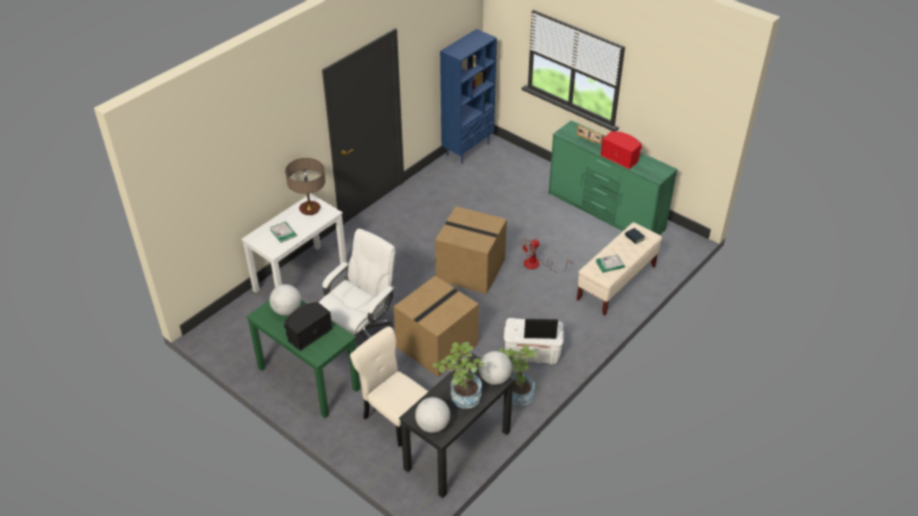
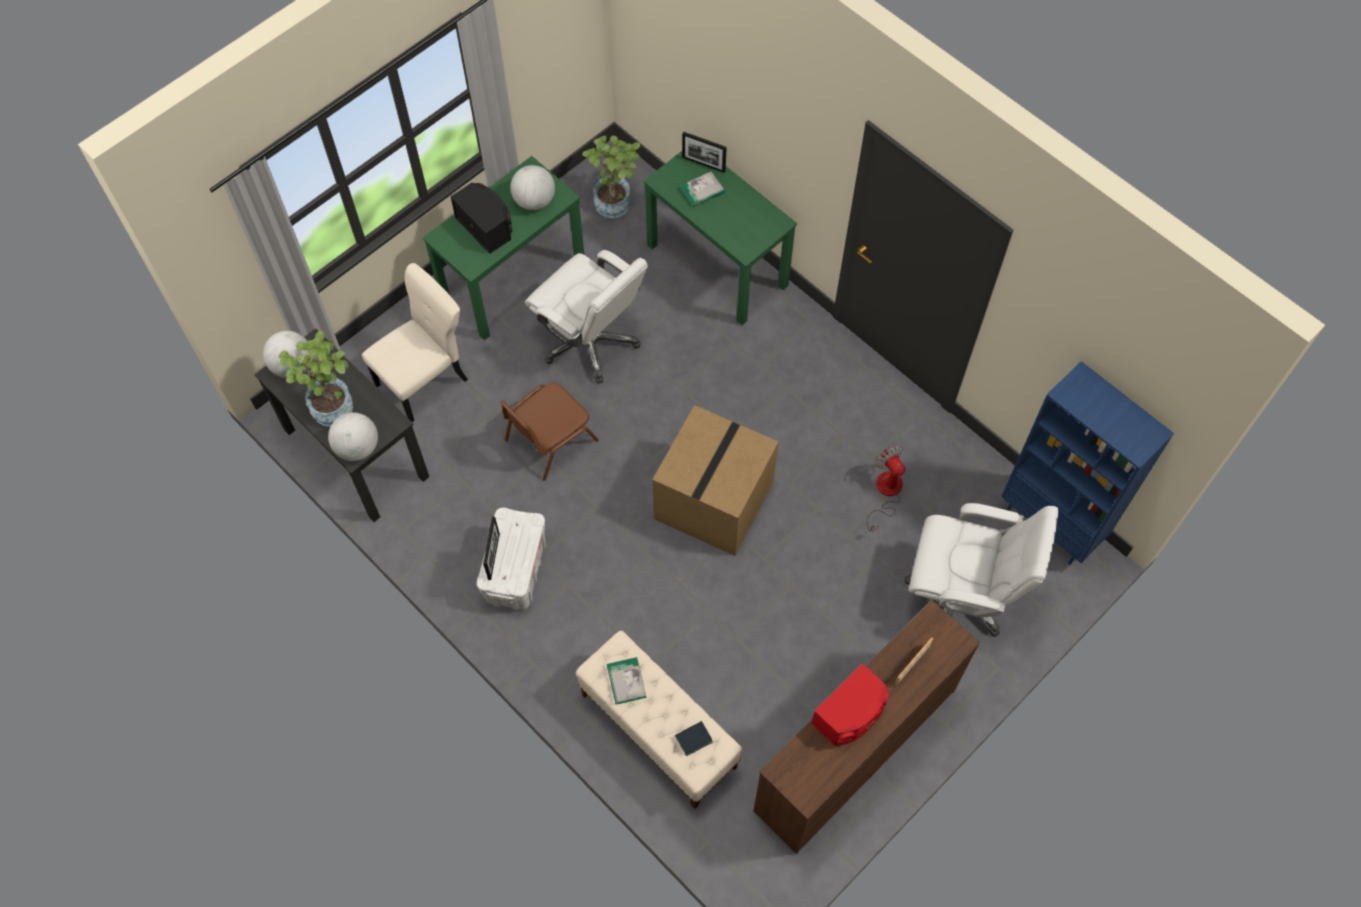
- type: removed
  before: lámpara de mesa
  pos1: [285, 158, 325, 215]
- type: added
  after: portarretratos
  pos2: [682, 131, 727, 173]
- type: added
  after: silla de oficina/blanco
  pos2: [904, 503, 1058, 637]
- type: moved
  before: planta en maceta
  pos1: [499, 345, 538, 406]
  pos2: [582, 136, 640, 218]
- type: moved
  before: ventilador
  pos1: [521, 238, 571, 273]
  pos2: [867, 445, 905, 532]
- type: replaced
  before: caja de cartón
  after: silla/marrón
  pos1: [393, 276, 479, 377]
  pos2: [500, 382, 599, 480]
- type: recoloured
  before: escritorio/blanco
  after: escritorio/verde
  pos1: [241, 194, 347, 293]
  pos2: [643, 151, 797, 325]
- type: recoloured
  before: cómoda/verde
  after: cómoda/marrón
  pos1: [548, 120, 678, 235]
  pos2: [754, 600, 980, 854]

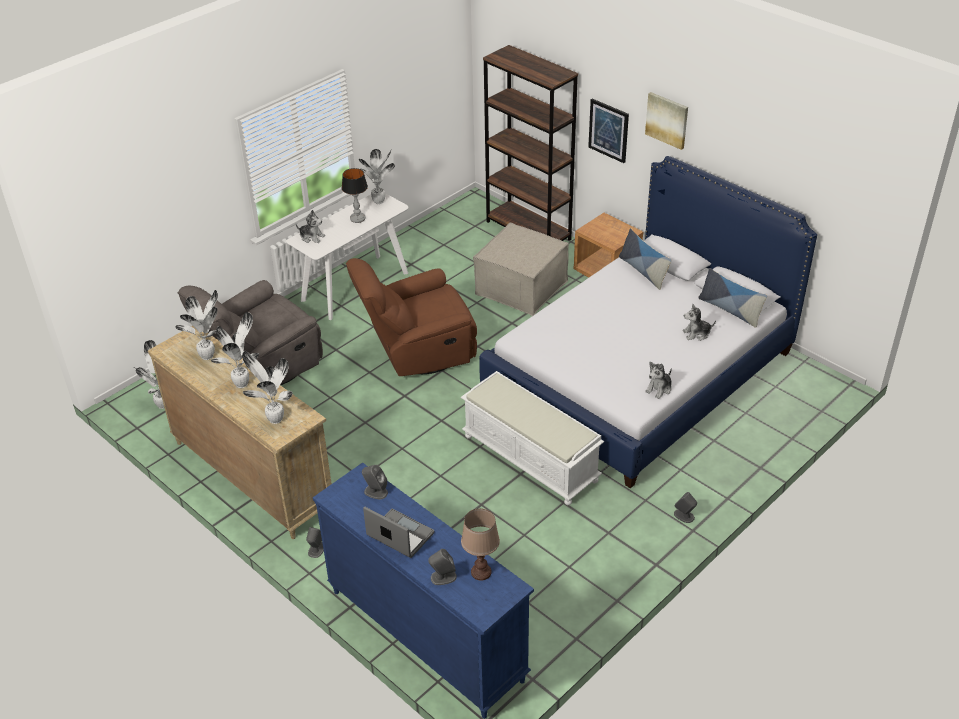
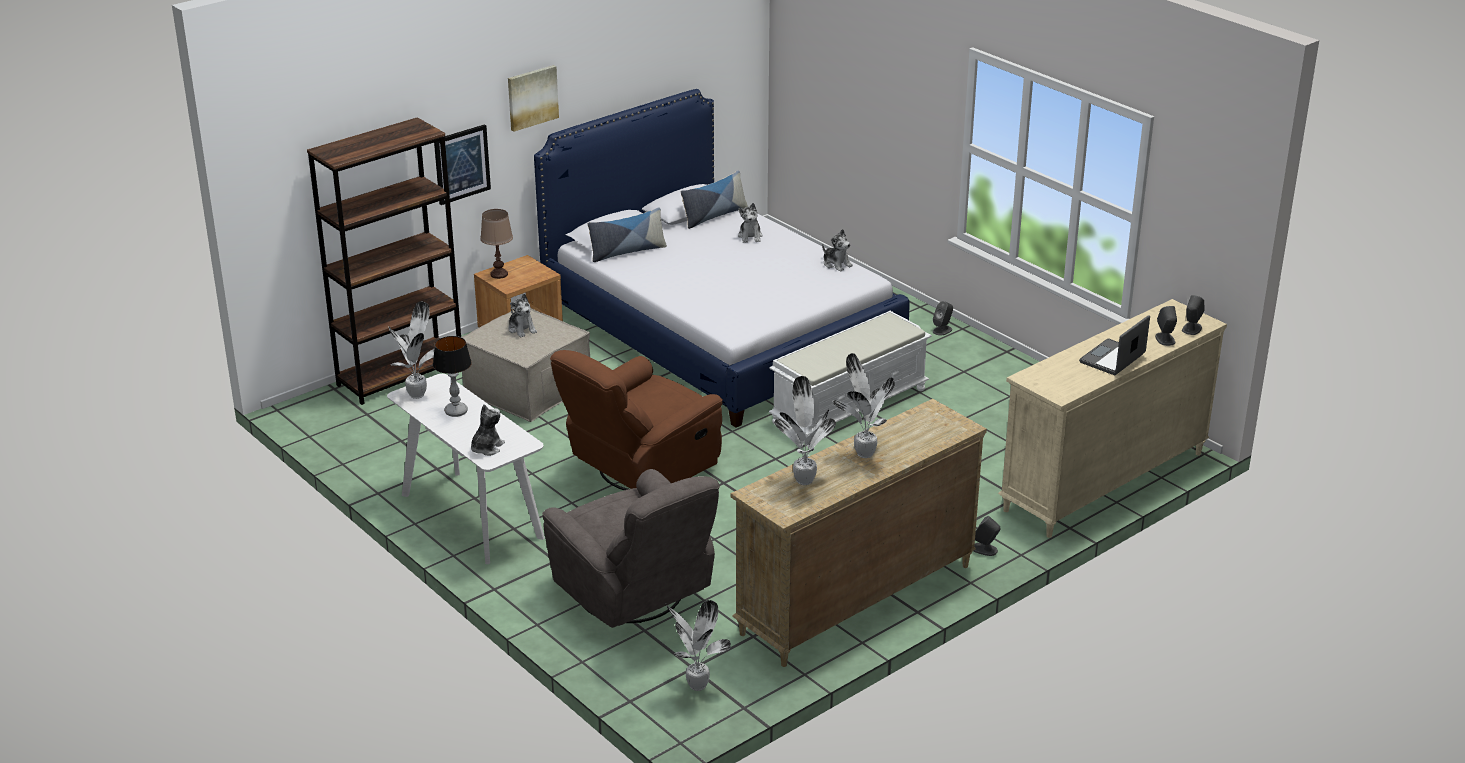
- type: removed
  before: planta en maceta
  pos1: [242, 351, 293, 424]
- type: added
  after: peluche
  pos2: [508, 294, 537, 338]
- type: moved
  before: altavoz/gris
  pos1: [362, 465, 388, 499]
  pos2: [1182, 295, 1204, 335]
- type: moved
  before: lámpara de mesa/marrón
  pos1: [461, 508, 500, 581]
  pos2: [480, 209, 513, 279]
- type: recoloured
  before: cómoda/azul
  after: cómoda/beis
  pos1: [313, 463, 534, 719]
  pos2: [998, 299, 1227, 538]
- type: turned
  before: sillón/marrón
  pos1: [346, 258, 477, 376]
  pos2: [550, 350, 723, 490]
  turn: 60

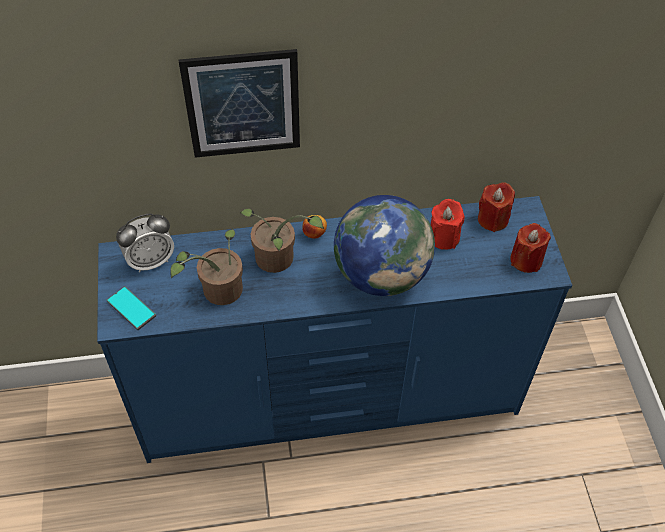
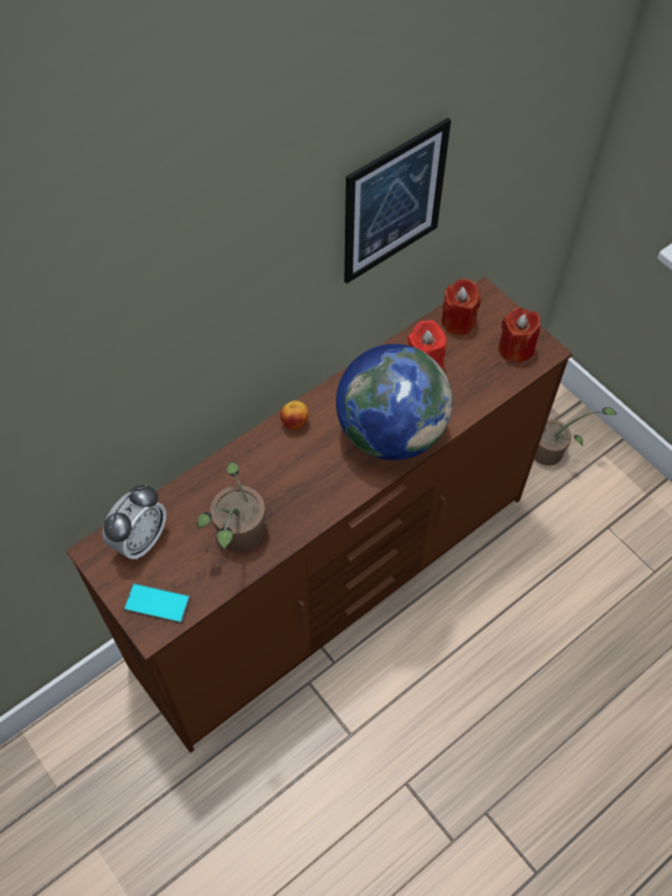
- type: moved
  before: cuadro
  pos1: [179, 49, 300, 158]
  pos2: [344, 118, 451, 284]
- type: moved
  before: planta en maceta
  pos1: [240, 208, 324, 273]
  pos2: [534, 407, 617, 466]
- type: recoloured
  before: cómoda/azul
  after: cómoda/marrón
  pos1: [97, 196, 572, 463]
  pos2: [66, 276, 573, 753]

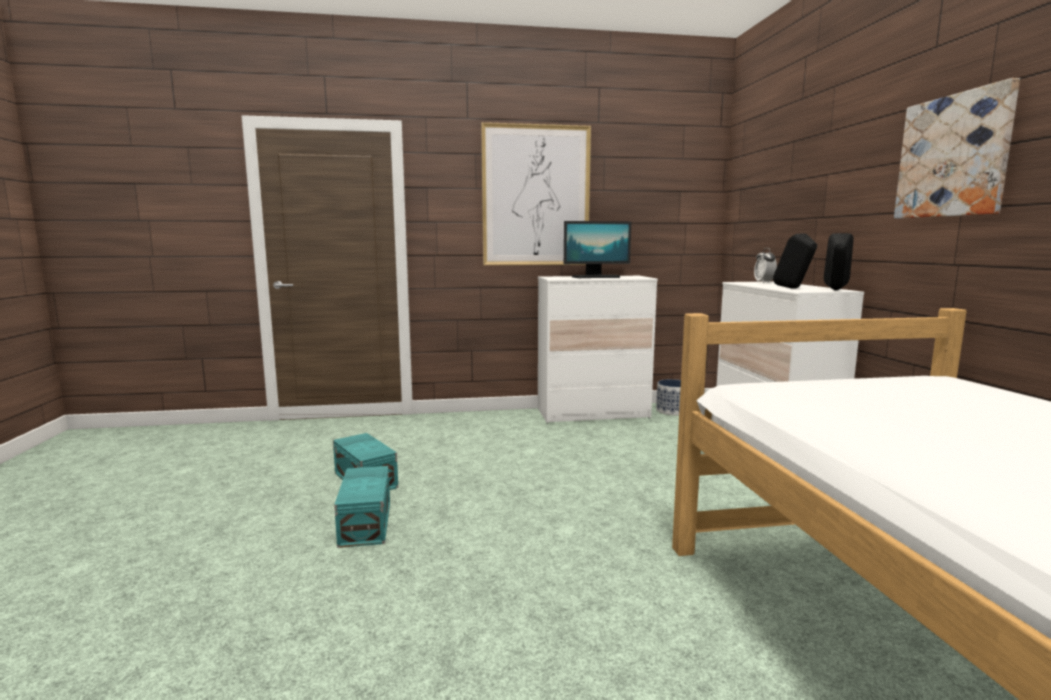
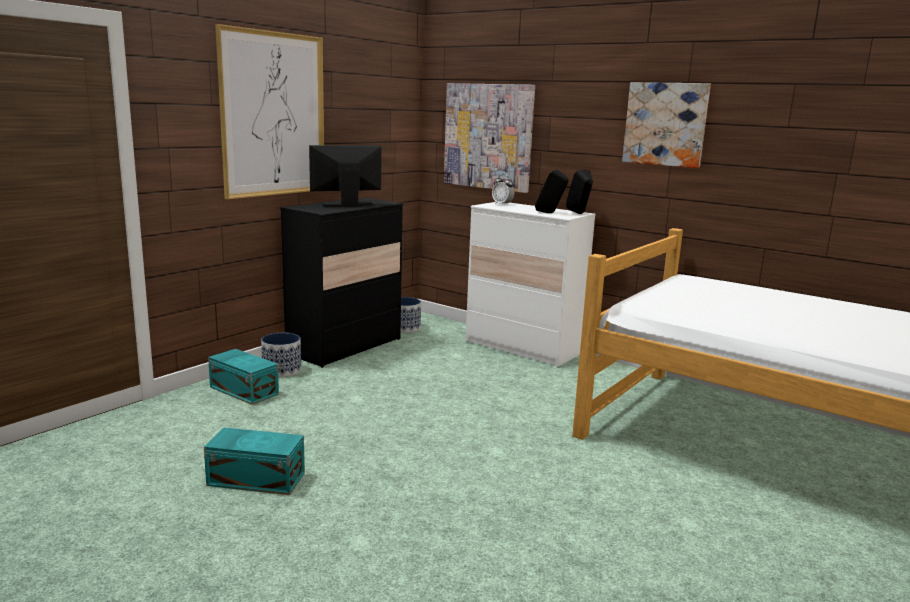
- type: added
  after: maceta
  pos2: [261, 333, 301, 377]
- type: added
  after: cuadro
  pos2: [444, 83, 535, 193]
- type: moved
  before: caja de almacenaje/turquesa
  pos1: [334, 466, 390, 548]
  pos2: [208, 349, 279, 405]
- type: recoloured
  before: cómoda/blanco
  after: cómoda/negro
  pos1: [538, 276, 658, 424]
  pos2: [280, 198, 403, 368]
- type: turned
  before: monitor
  pos1: [564, 221, 631, 278]
  pos2: [309, 145, 381, 207]
  turn: -150

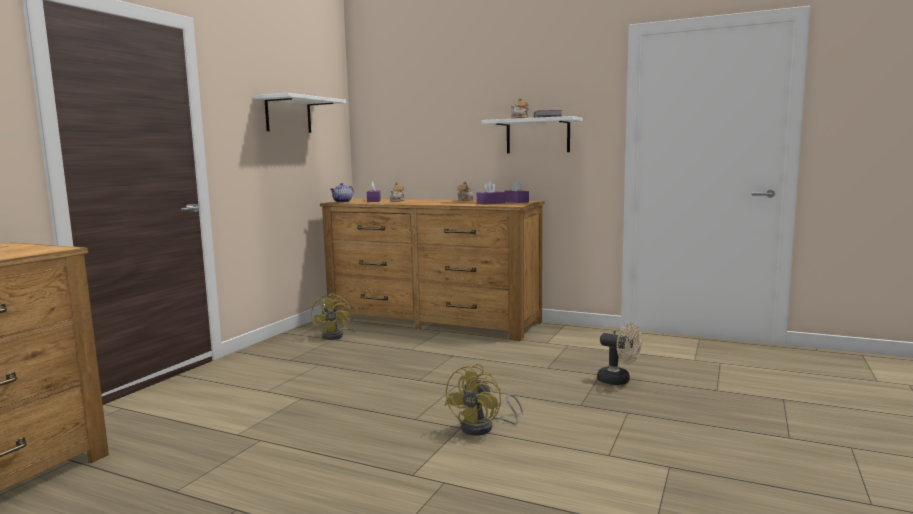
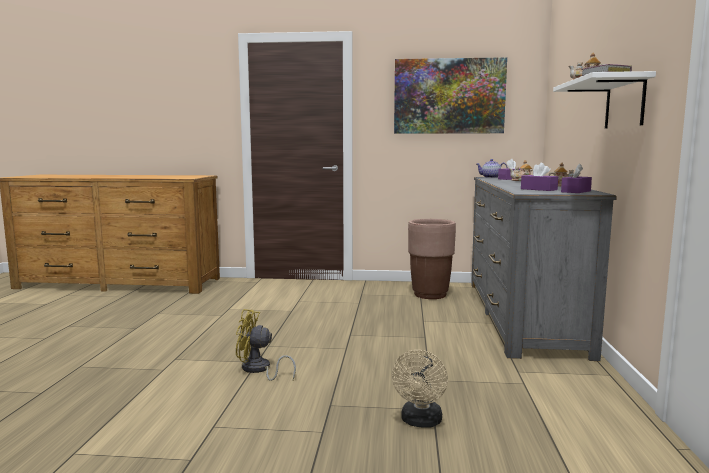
- type: replaced
  before: estante/blanco
  after: cuadro
  pos1: [255, 93, 346, 133]
  pos2: [394, 57, 507, 134]
- type: replaced
  before: ventilador/amarillo
  after: maceta/marrón
  pos1: [311, 293, 356, 340]
  pos2: [408, 219, 456, 299]
- type: recoloured
  before: cómoda/marrón
  after: cómoda/gris
  pos1: [320, 198, 545, 341]
  pos2: [471, 177, 617, 361]

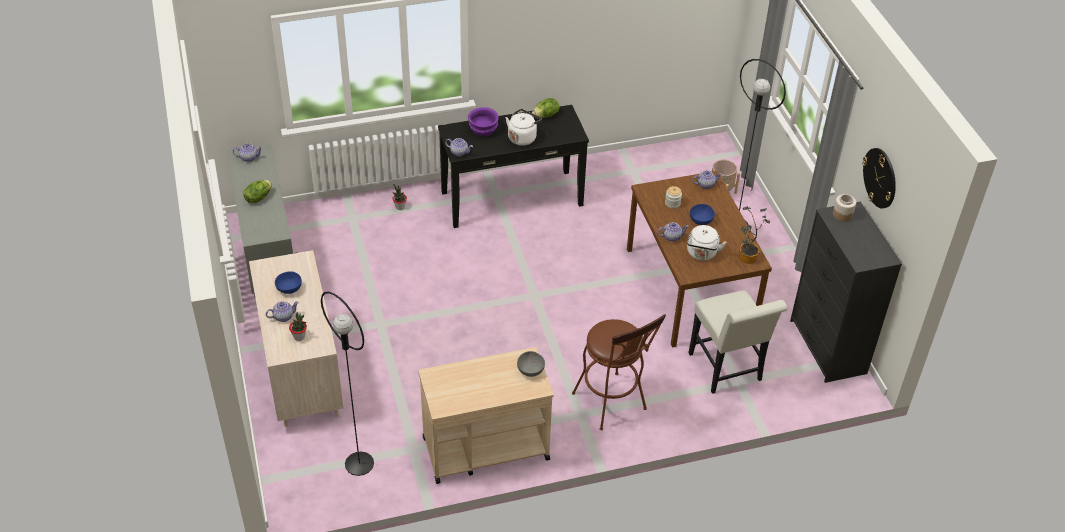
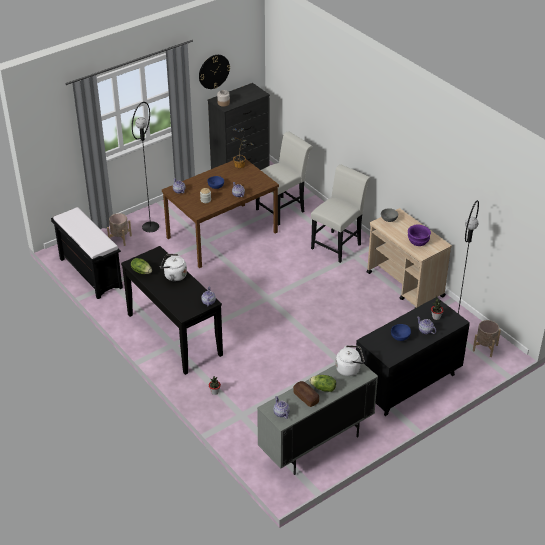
- type: added
  after: banco/negro
  pos2: [51, 207, 123, 299]
- type: added
  after: pan
  pos2: [293, 381, 319, 407]
- type: added
  after: maceta/beis
  pos2: [473, 320, 501, 357]
- type: moved
  before: cuenco/morado
  pos1: [468, 107, 499, 137]
  pos2: [408, 225, 431, 246]
- type: moved
  before: hervidor/blanco
  pos1: [687, 225, 727, 261]
  pos2: [336, 345, 364, 376]
- type: replaced
  before: taburete/marrón
  after: silla/blanco
  pos1: [572, 314, 666, 430]
  pos2: [311, 164, 371, 263]
- type: recoloured
  before: cómoda/beis
  after: cómoda/negro
  pos1: [249, 250, 344, 427]
  pos2: [356, 297, 470, 416]

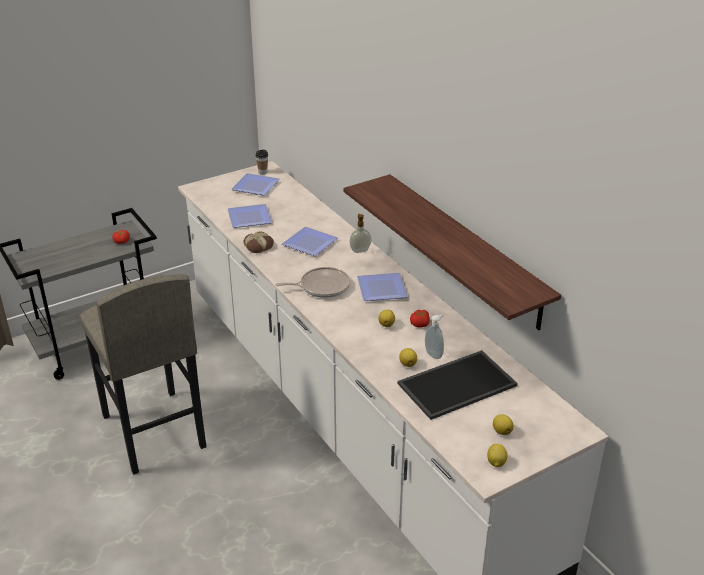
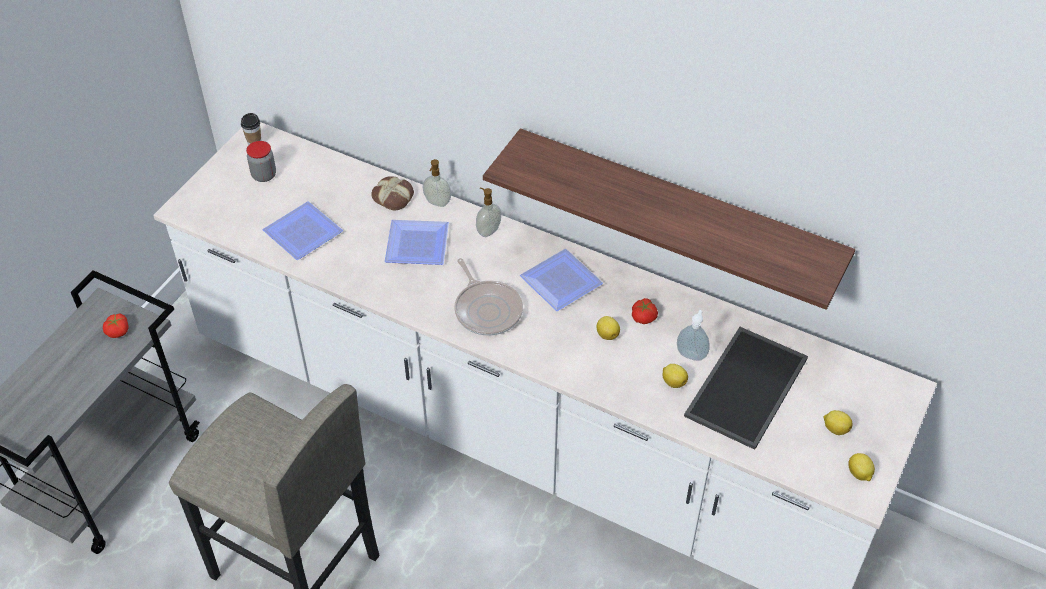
- type: added
  after: dispensador de jabón
  pos2: [423, 159, 451, 207]
- type: moved
  before: pan
  pos1: [244, 231, 274, 253]
  pos2: [371, 176, 414, 210]
- type: replaced
  before: plato
  after: tarro
  pos1: [231, 173, 280, 196]
  pos2: [246, 141, 276, 182]
- type: turned
  before: sartén
  pos1: [275, 267, 350, 298]
  pos2: [454, 258, 523, 335]
  turn: 105

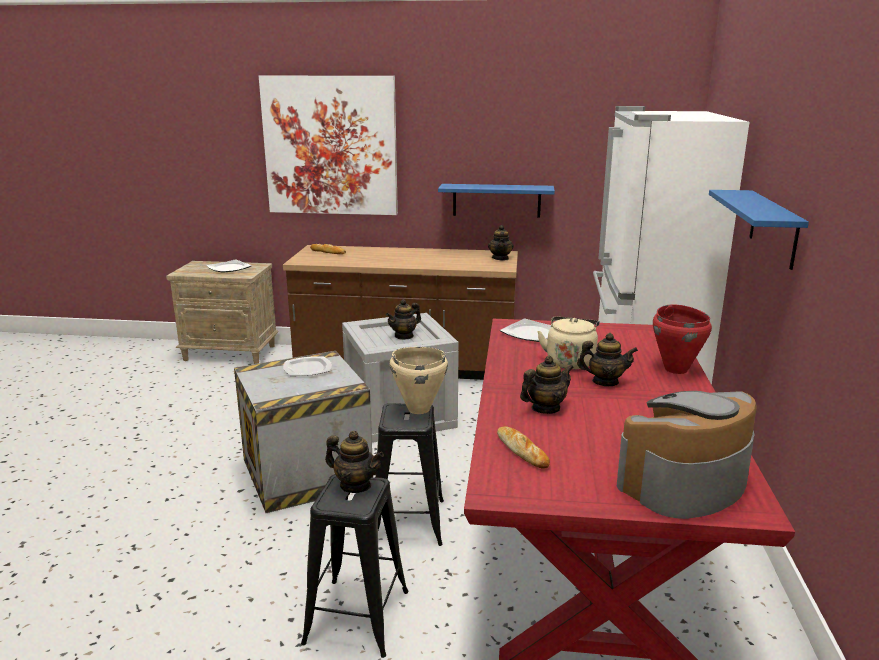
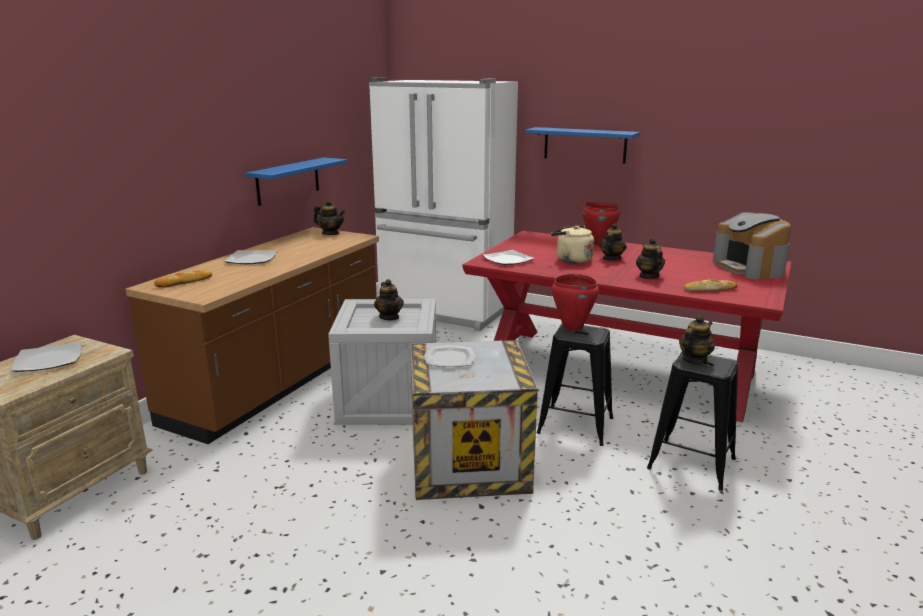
- type: removed
  before: cuadro
  pos1: [259, 76, 398, 215]
- type: added
  after: plato
  pos2: [224, 250, 277, 264]
- type: recoloured
  before: olla/beis
  after: olla/rojo
  pos1: [390, 347, 448, 414]
  pos2: [552, 274, 599, 331]

